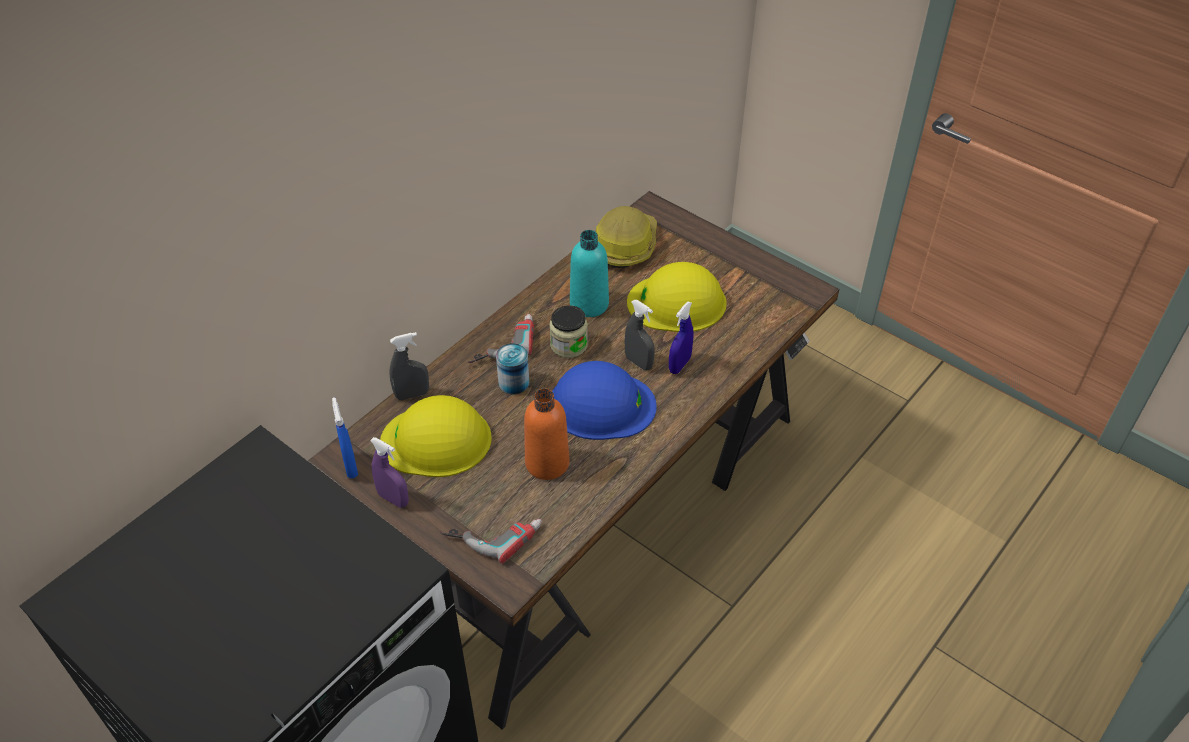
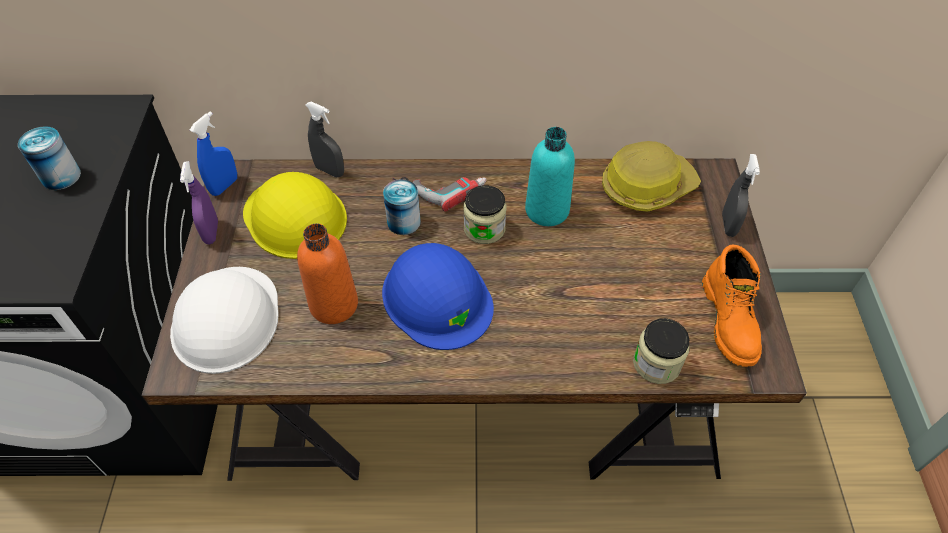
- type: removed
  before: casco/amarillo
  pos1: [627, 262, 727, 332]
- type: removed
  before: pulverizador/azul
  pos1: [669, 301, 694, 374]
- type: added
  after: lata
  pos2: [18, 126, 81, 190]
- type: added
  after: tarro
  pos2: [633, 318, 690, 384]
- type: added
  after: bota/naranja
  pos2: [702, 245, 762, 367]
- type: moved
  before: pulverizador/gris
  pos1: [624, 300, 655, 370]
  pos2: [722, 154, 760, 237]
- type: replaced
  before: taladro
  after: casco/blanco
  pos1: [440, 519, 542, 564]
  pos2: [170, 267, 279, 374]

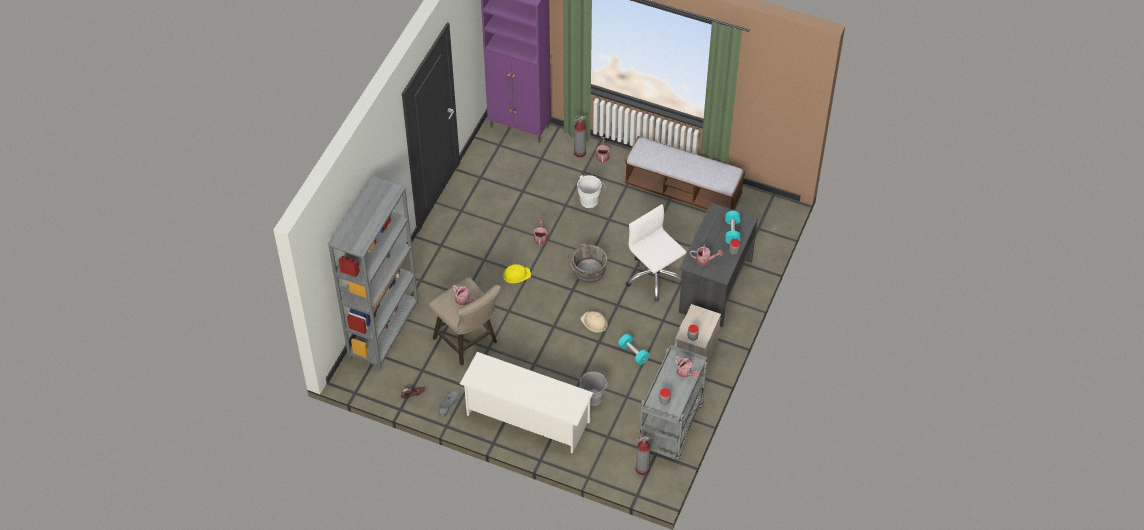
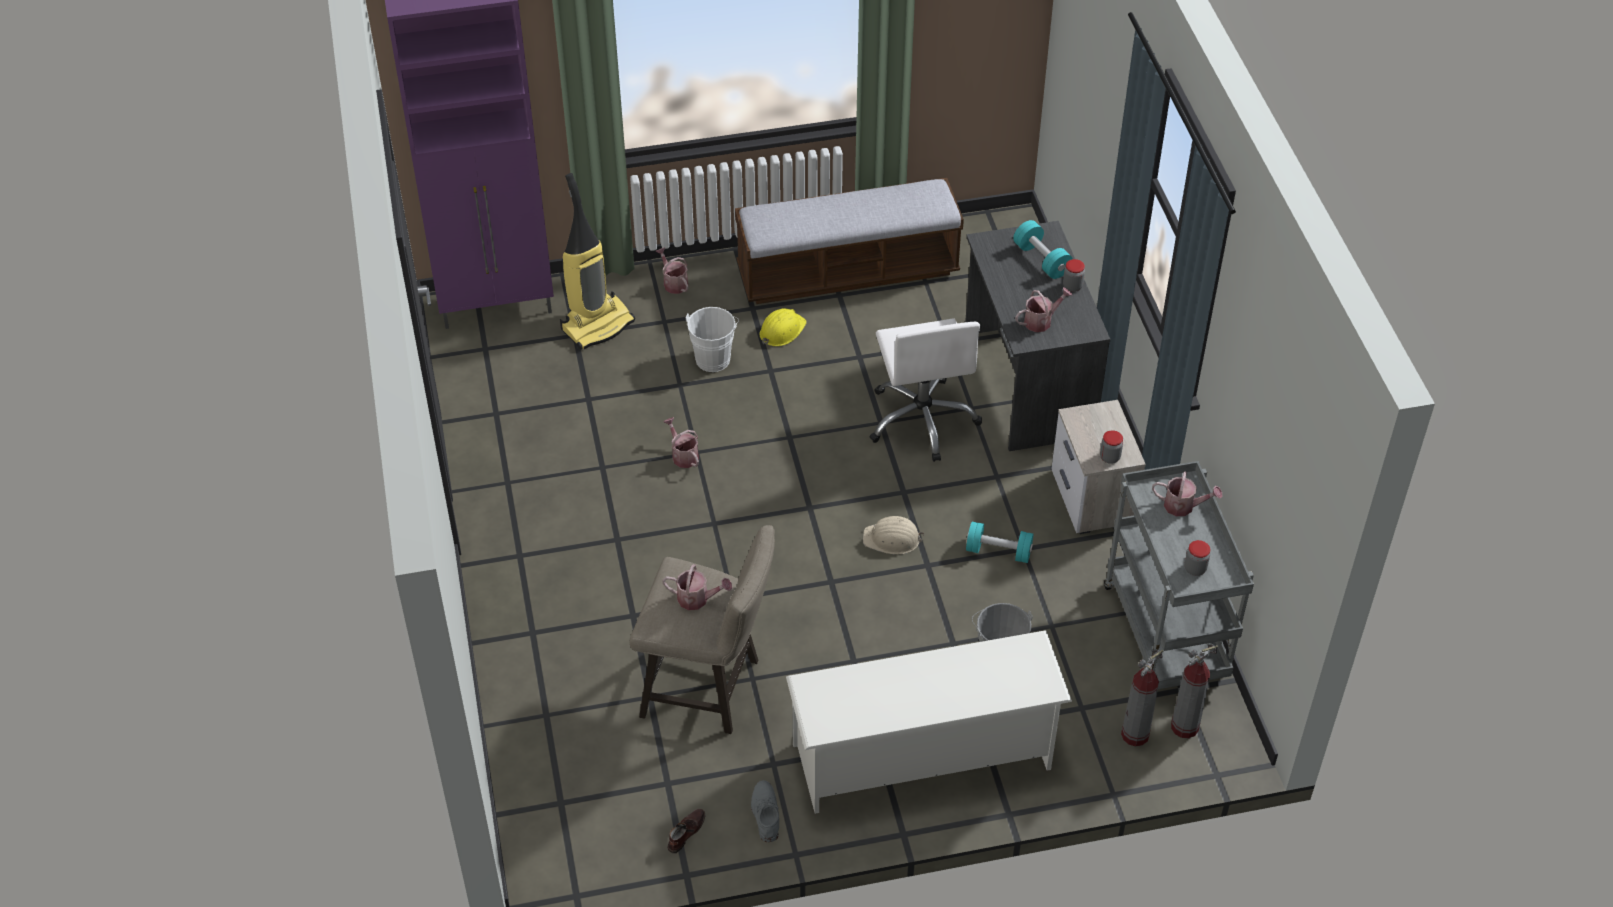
- type: removed
  before: estantería/gris
  pos1: [328, 175, 419, 370]
- type: removed
  before: cubo/gris
  pos1: [568, 244, 608, 283]
- type: added
  after: aspiradora
  pos2: [560, 173, 635, 350]
- type: moved
  before: casco/amarillo
  pos1: [502, 264, 531, 283]
  pos2: [760, 308, 807, 346]
- type: moved
  before: extintor
  pos1: [573, 115, 587, 158]
  pos2: [1121, 649, 1164, 746]
- type: turned
  before: silla de oficina/blanco
  pos1: [626, 204, 686, 302]
  pos2: [870, 318, 982, 462]
  turn: -120

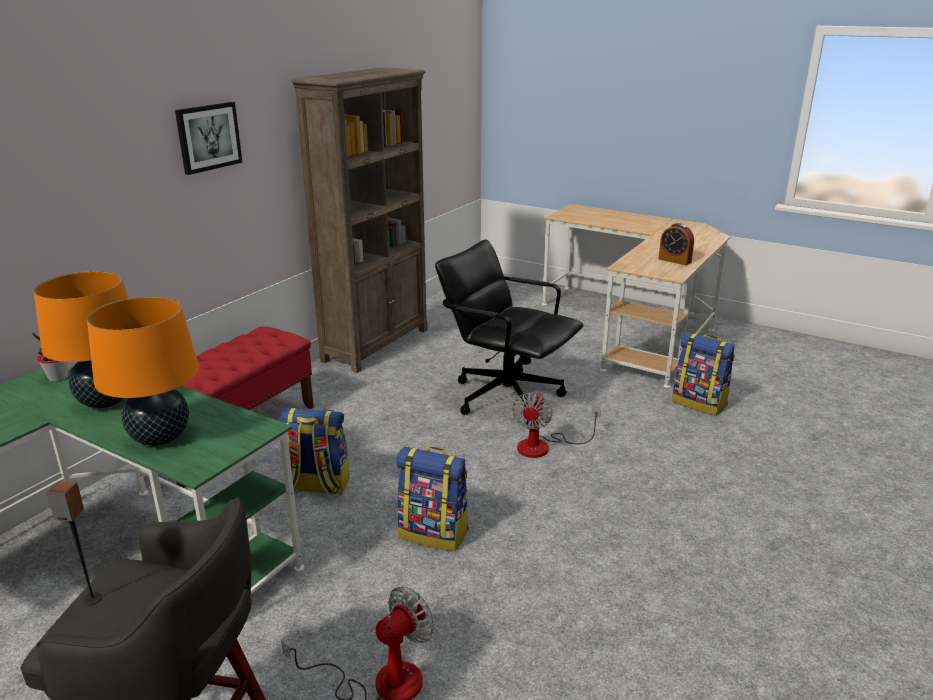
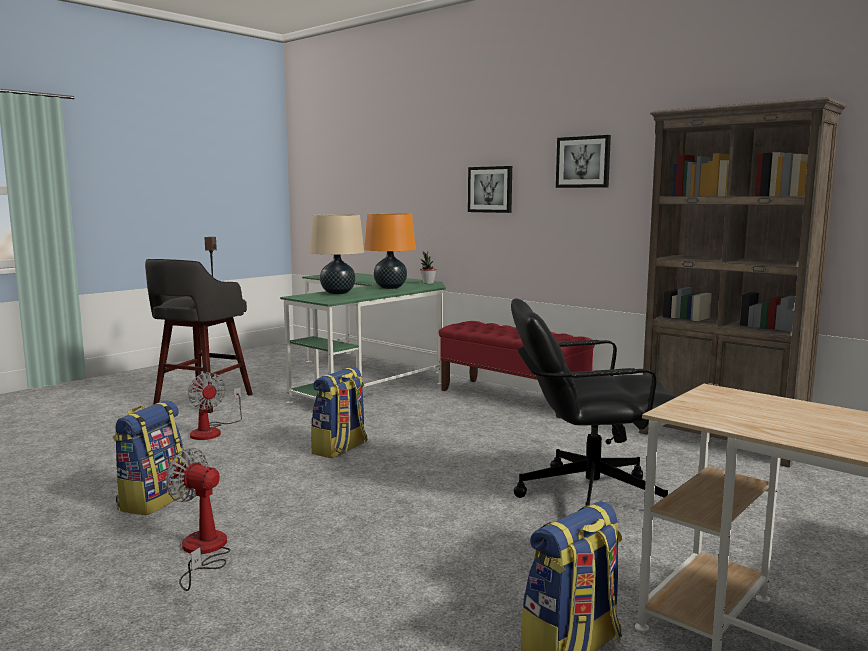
- type: removed
  before: despertador
  pos1: [658, 223, 694, 265]
- type: added
  after: cuadro
  pos2: [468, 166, 512, 213]
- type: moved
  before: mochila
  pos1: [280, 407, 350, 495]
  pos2: [113, 400, 188, 515]
- type: moved
  before: ventilador
  pos1: [512, 391, 601, 458]
  pos2: [165, 448, 230, 591]
- type: recoloured
  before: lámpara de mesa/naranja
  after: lámpara de mesa/beis
  pos1: [87, 296, 199, 446]
  pos2: [310, 214, 364, 294]
- type: turned
  before: silla de oficina/negro
  pos1: [435, 239, 584, 425]
  pos2: [511, 298, 677, 506]
  turn: -135

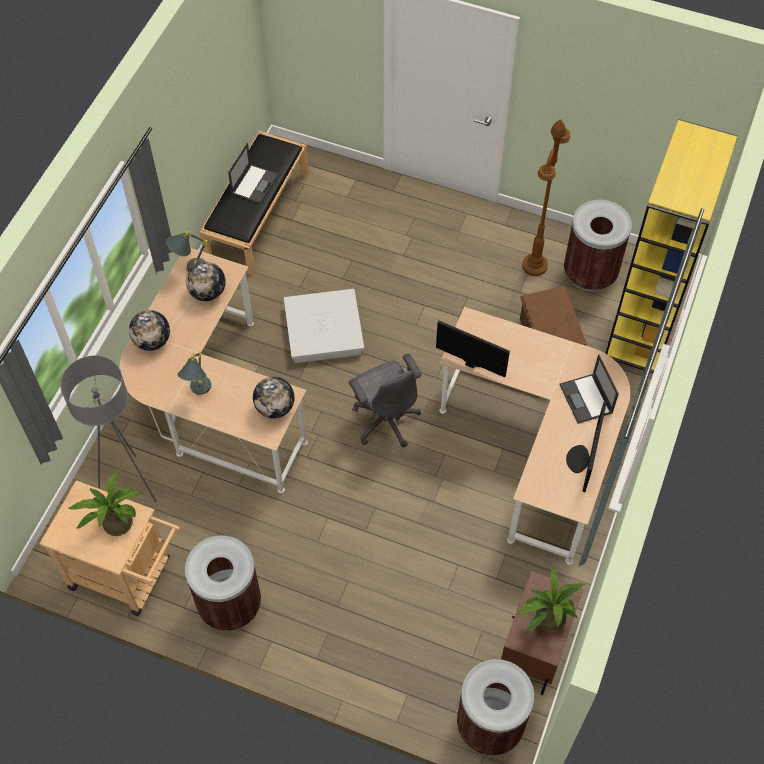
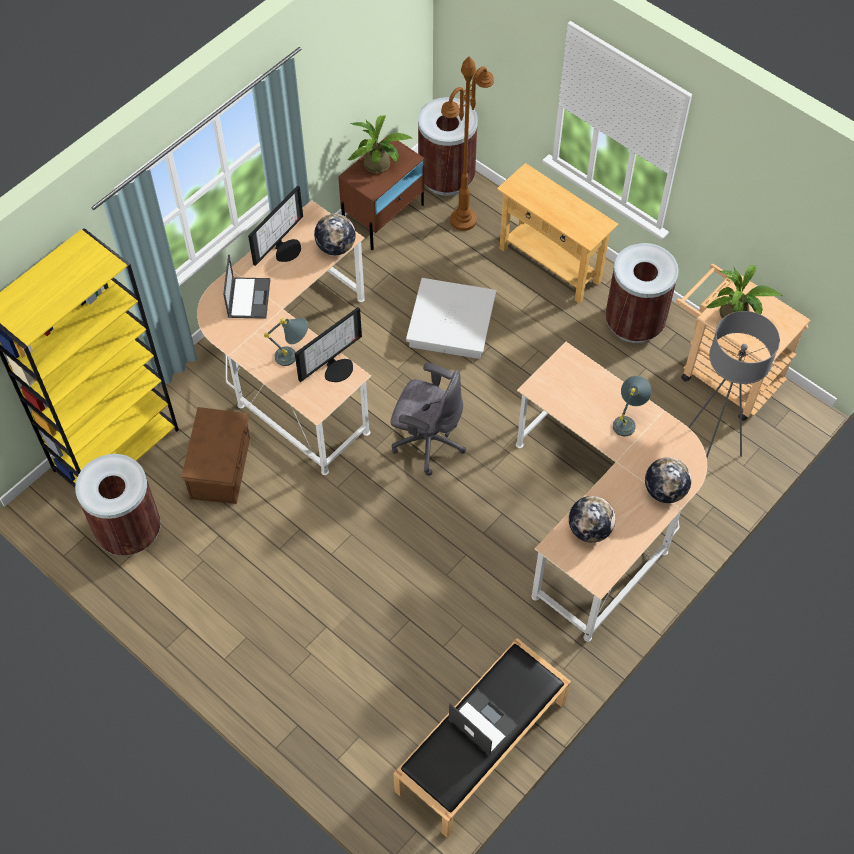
- type: added
  after: mesa consola/beis
  pos2: [497, 163, 618, 303]
- type: moved
  before: lámpara de mesa/gris
  pos1: [166, 231, 208, 271]
  pos2: [264, 318, 308, 366]
- type: moved
  before: globo terráqueo
  pos1: [253, 377, 295, 418]
  pos2: [314, 214, 356, 255]
- type: moved
  before: caja de almacenaje/blanco
  pos1: [284, 289, 364, 363]
  pos2: [406, 278, 496, 359]
- type: moved
  before: lámpara de pie/marrón
  pos1: [522, 120, 570, 276]
  pos2: [441, 57, 494, 231]
- type: turned
  before: portátil
  pos1: [228, 143, 279, 204]
  pos2: [448, 689, 519, 757]
  turn: 90
- type: turned
  before: silla de oficina/gris
  pos1: [349, 354, 421, 447]
  pos2: [390, 363, 466, 476]
  turn: 120
- type: turned
  before: monitor
  pos1: [436, 321, 510, 377]
  pos2: [295, 307, 362, 382]
  turn: -90

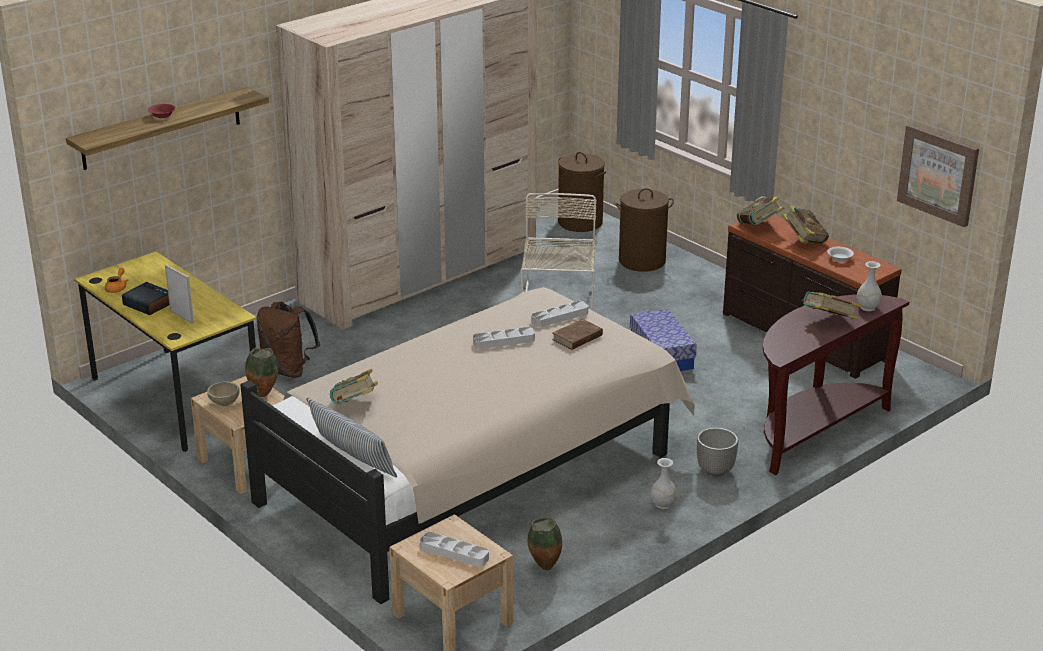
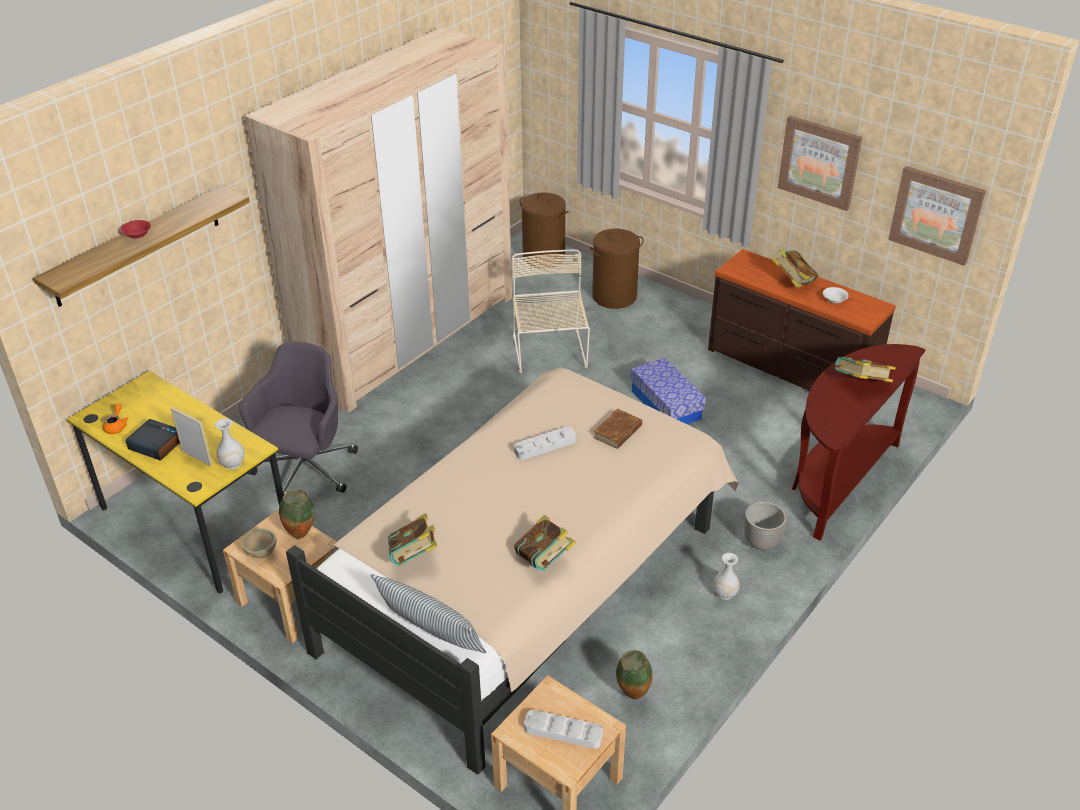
- type: removed
  before: bandeja/gris
  pos1: [532, 301, 588, 327]
- type: added
  after: cuadro
  pos2: [778, 116, 862, 211]
- type: moved
  before: libro
  pos1: [737, 196, 784, 225]
  pos2: [514, 515, 576, 571]
- type: moved
  before: florero/blanco
  pos1: [857, 261, 882, 311]
  pos2: [215, 418, 245, 469]
- type: replaced
  before: mochila/marrón
  after: silla de oficina/gris
  pos1: [256, 302, 320, 378]
  pos2: [239, 342, 358, 494]

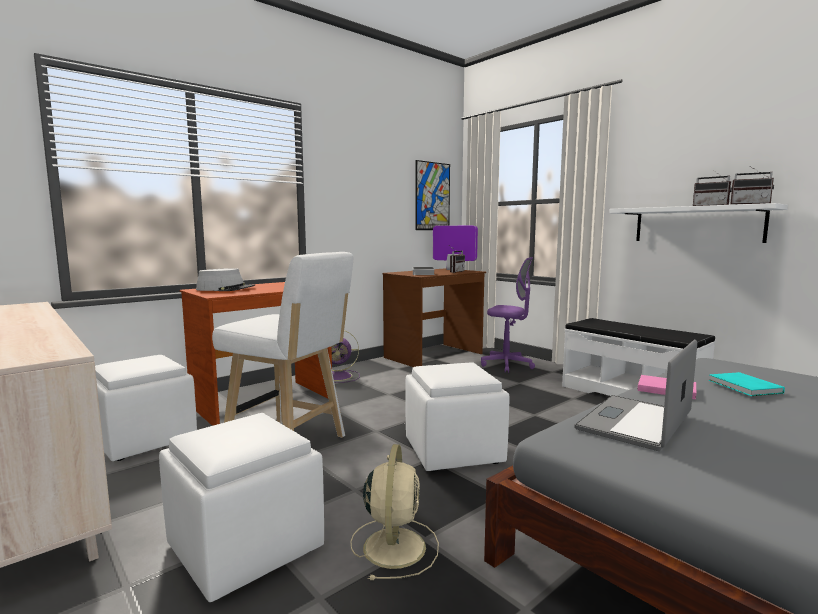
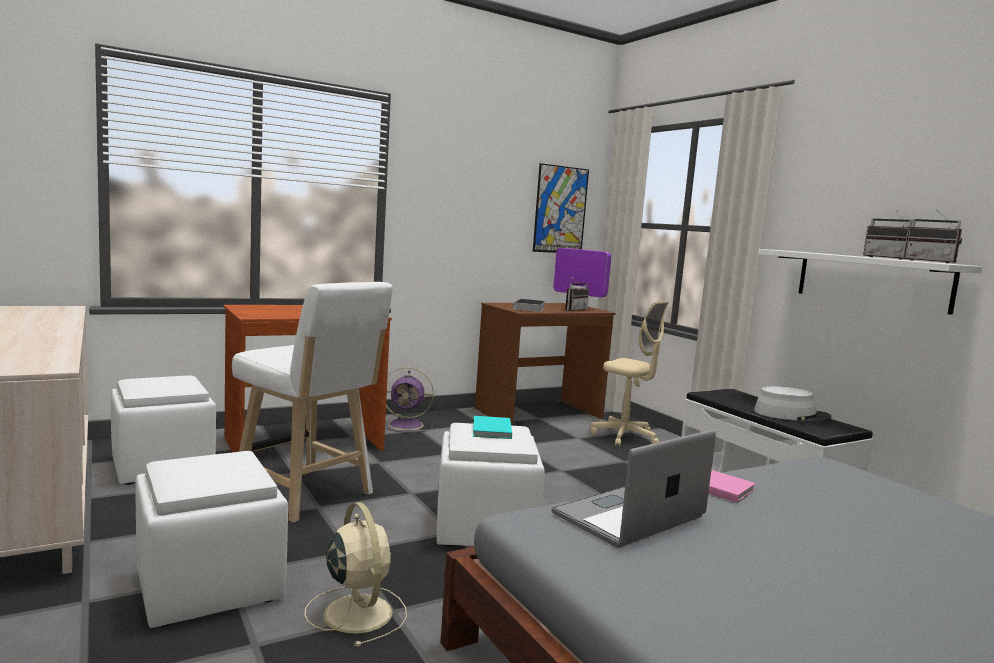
- type: moved
  before: sombrero/gris
  pos1: [196, 268, 255, 291]
  pos2: [754, 386, 832, 423]
- type: moved
  before: libro/turquesa
  pos1: [709, 372, 785, 396]
  pos2: [473, 416, 512, 439]
- type: recoloured
  before: silla de oficina/morado
  after: silla de oficina/beis
  pos1: [481, 257, 535, 373]
  pos2: [590, 301, 669, 447]
- type: turned
  before: ventilador/beis
  pos1: [350, 444, 439, 580]
  pos2: [304, 502, 407, 647]
  turn: -45

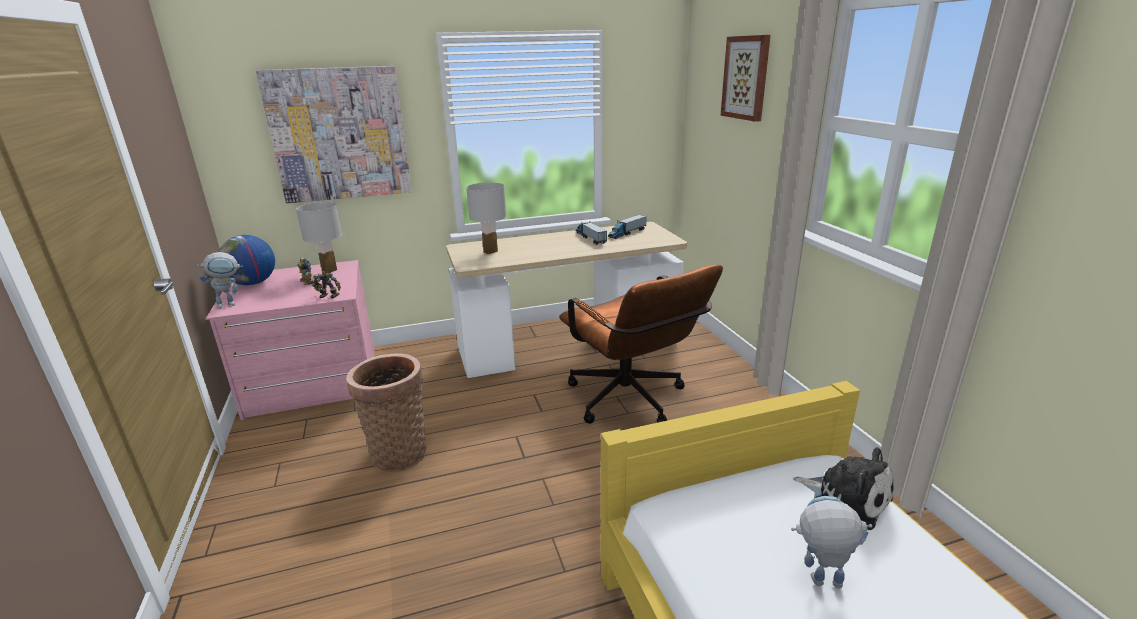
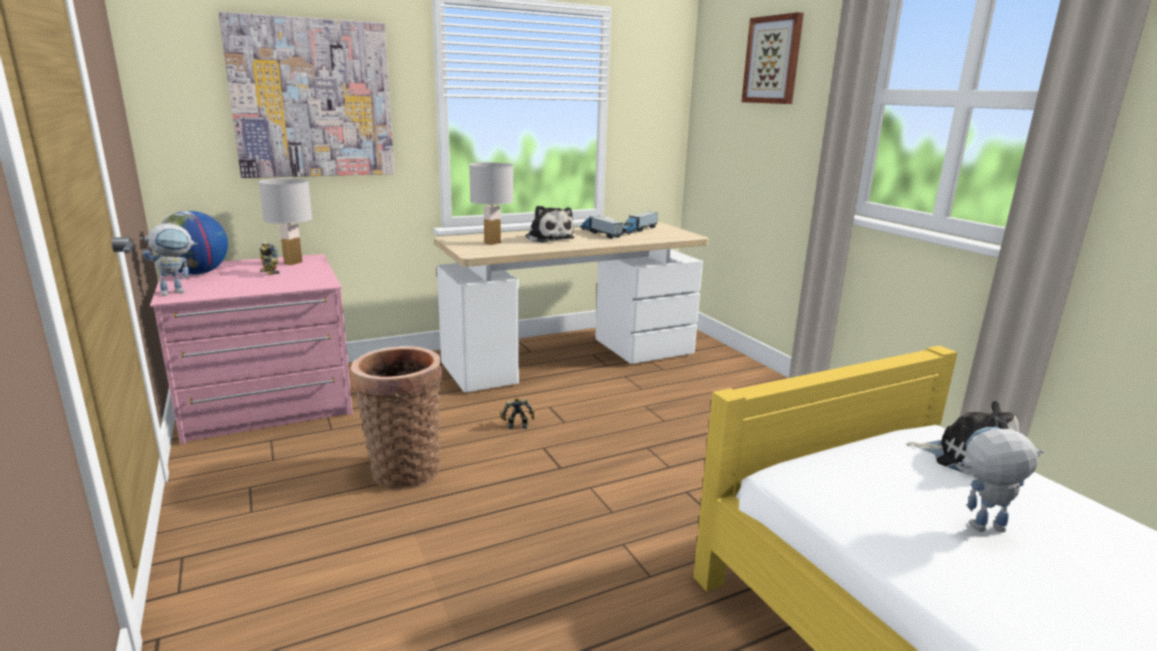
- type: removed
  before: silla de oficina/marrón
  pos1: [559, 265, 723, 424]
- type: added
  after: peluche
  pos2: [525, 205, 574, 243]
- type: moved
  before: robot de juguete
  pos1: [312, 271, 341, 299]
  pos2: [500, 397, 535, 429]

